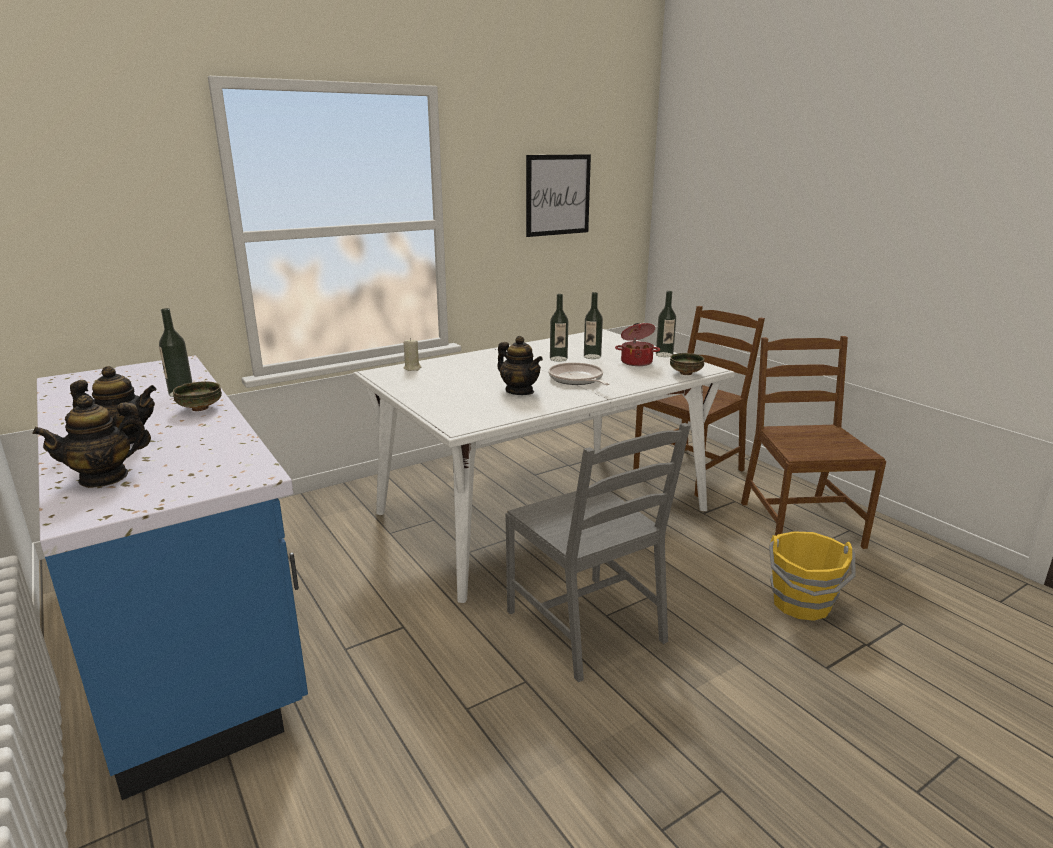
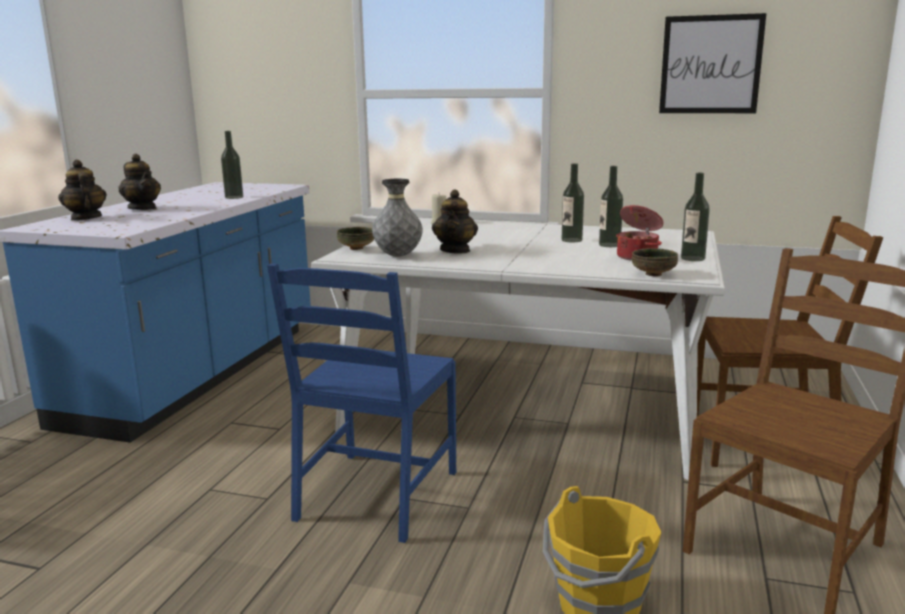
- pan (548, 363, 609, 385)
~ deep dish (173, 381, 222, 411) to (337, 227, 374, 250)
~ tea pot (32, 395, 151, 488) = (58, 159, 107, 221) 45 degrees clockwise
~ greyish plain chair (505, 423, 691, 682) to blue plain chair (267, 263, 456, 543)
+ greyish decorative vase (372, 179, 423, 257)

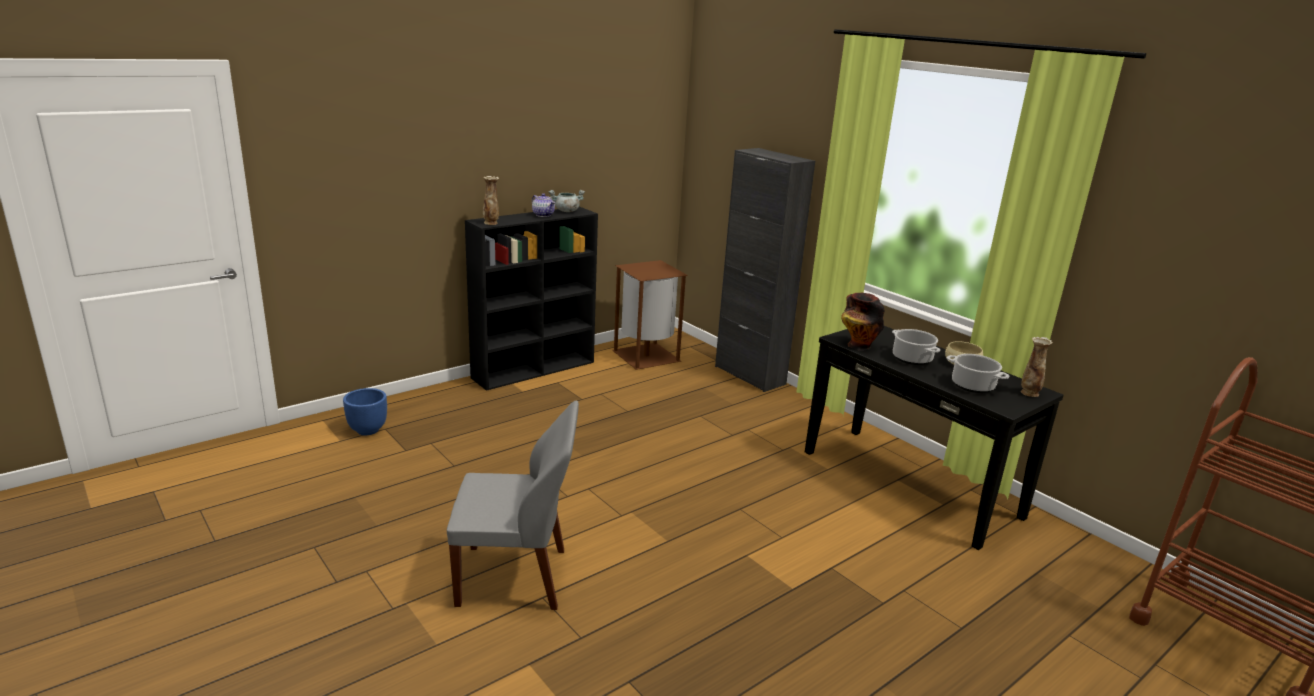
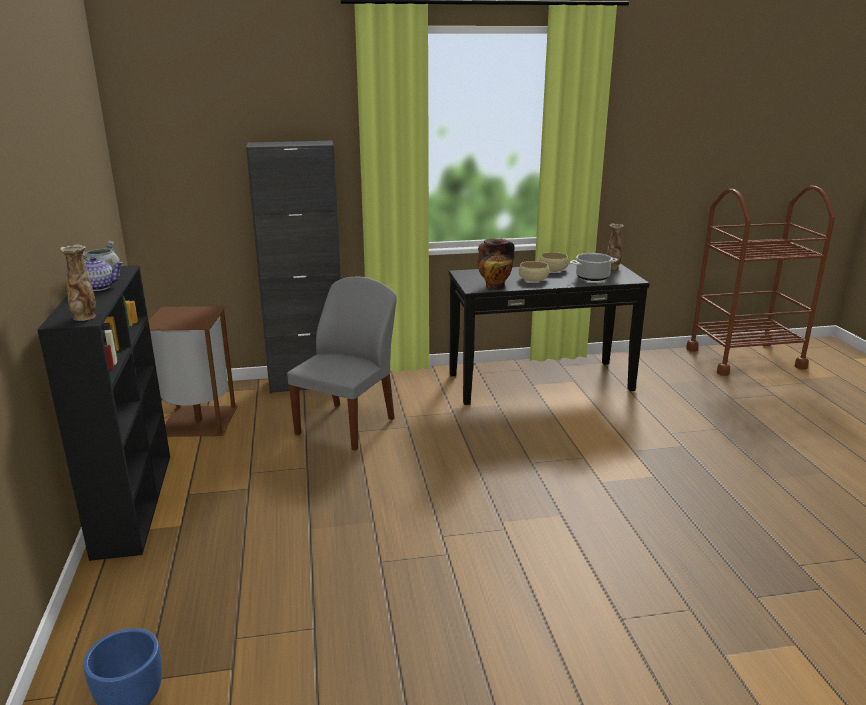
~ stockpot (892, 329, 940, 365) to sand-coloured deep dish (519, 261, 549, 282)
~ greyish plain chair (447, 401, 579, 610) to (287, 277, 397, 451)

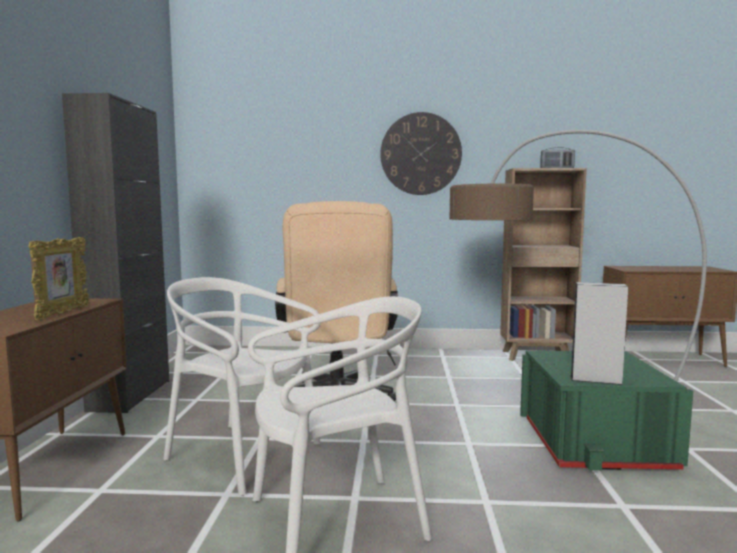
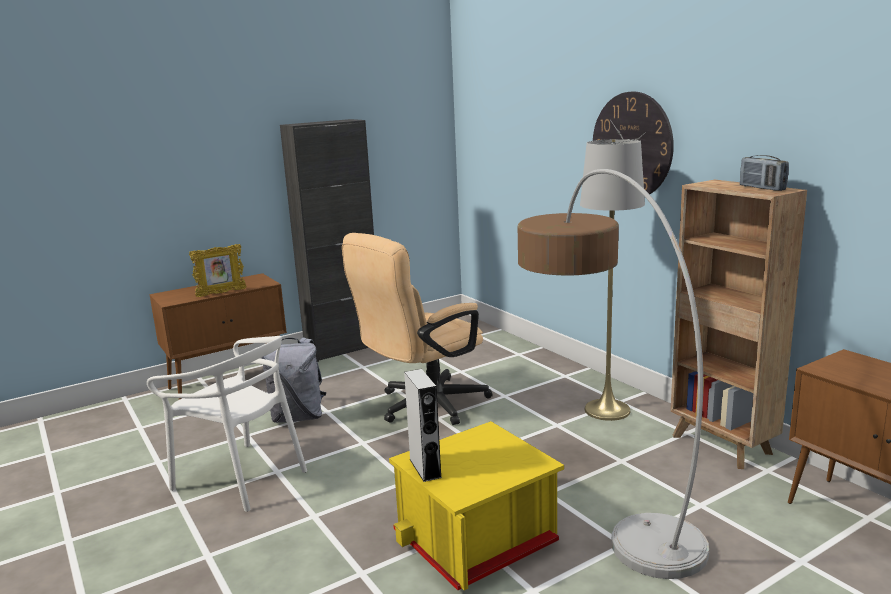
~ white-coloured plain chair (164, 277, 321, 495) to greyish rucksack (261, 337, 326, 423)
~ greenish storage bin (520, 350, 693, 470) to yellow storage bin (389, 421, 564, 590)
+ greyish standing lamp (580, 139, 645, 421)

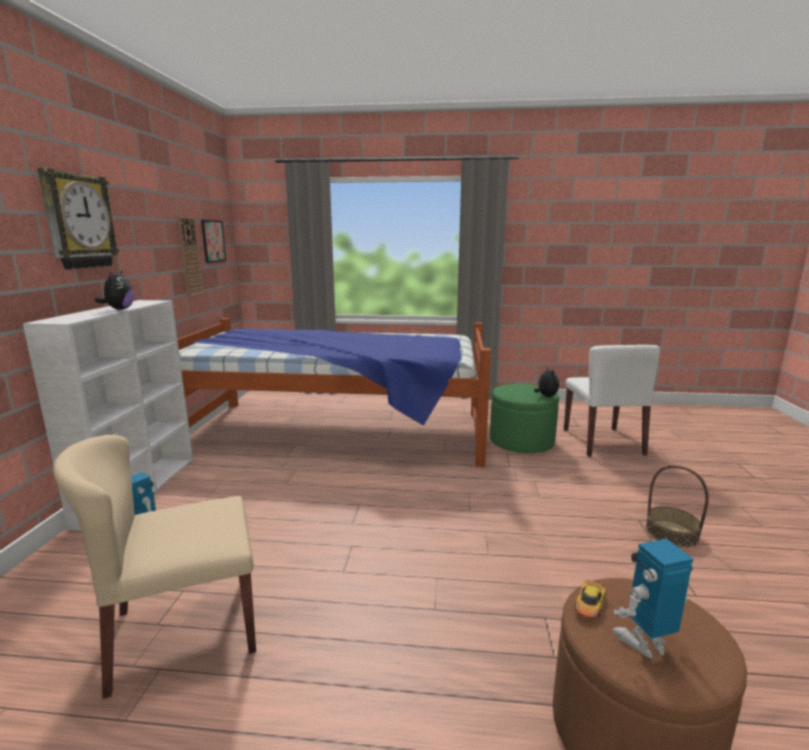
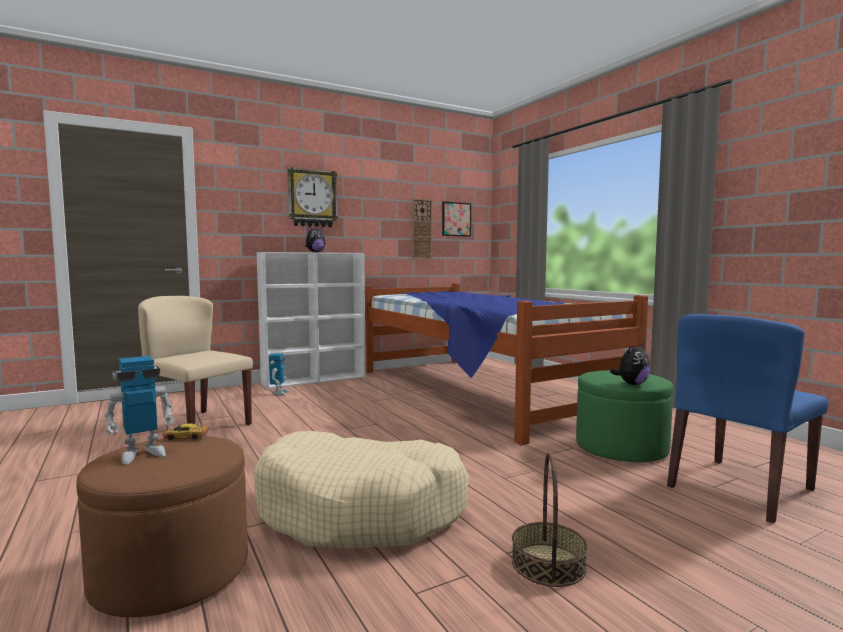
~ white-coloured plain chair (564, 345, 660, 457) to blue plain chair (667, 314, 828, 523)
~ toy robot (612, 539, 693, 658) = (104, 356, 175, 464) 105 degrees clockwise
+ sand-coloured dog cushion (253, 431, 469, 548)

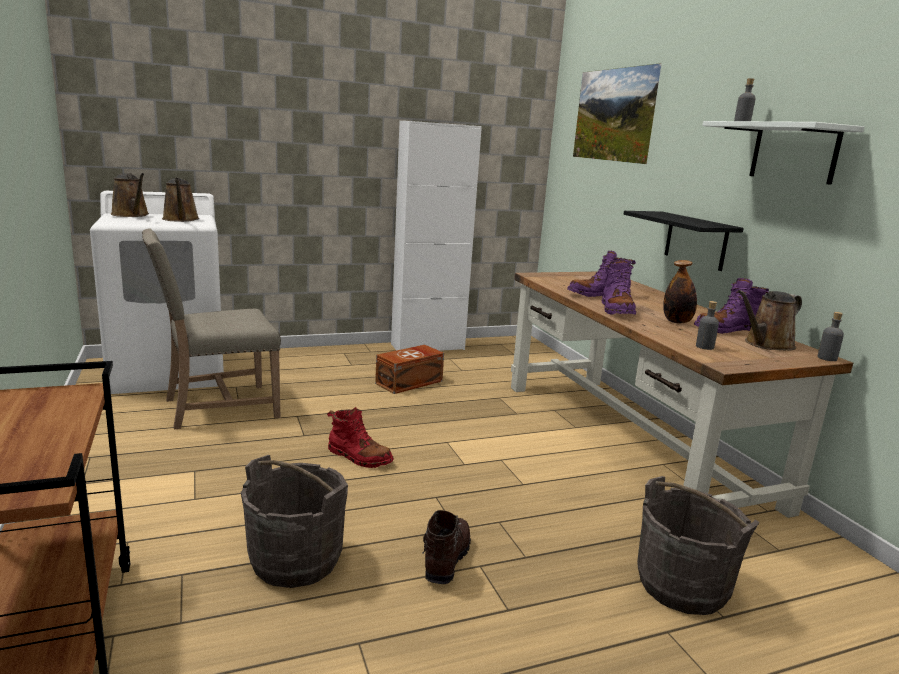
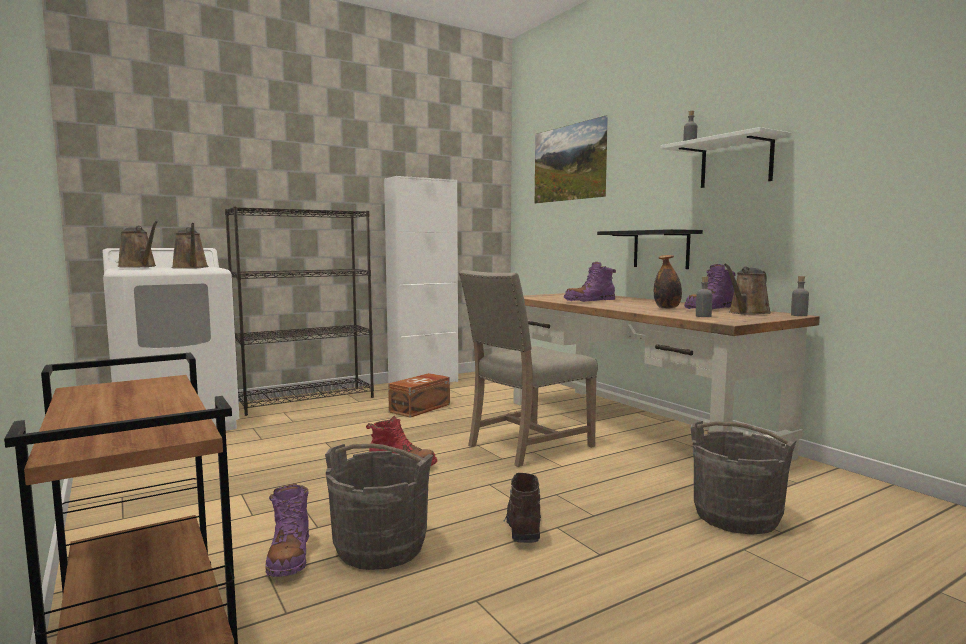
~ sand-coloured plain chair (142, 229, 281, 430) to (459, 270, 598, 467)
~ purple tall boot (602, 260, 636, 315) to (265, 483, 309, 577)
+ black-coloured shelving unit (225, 207, 374, 416)

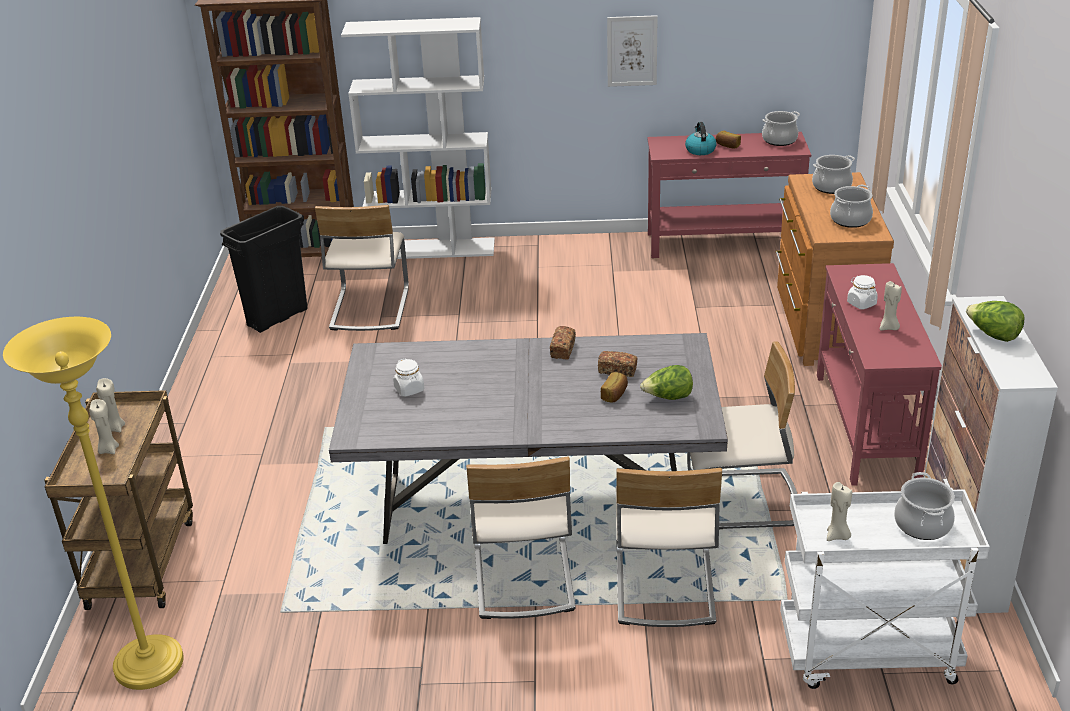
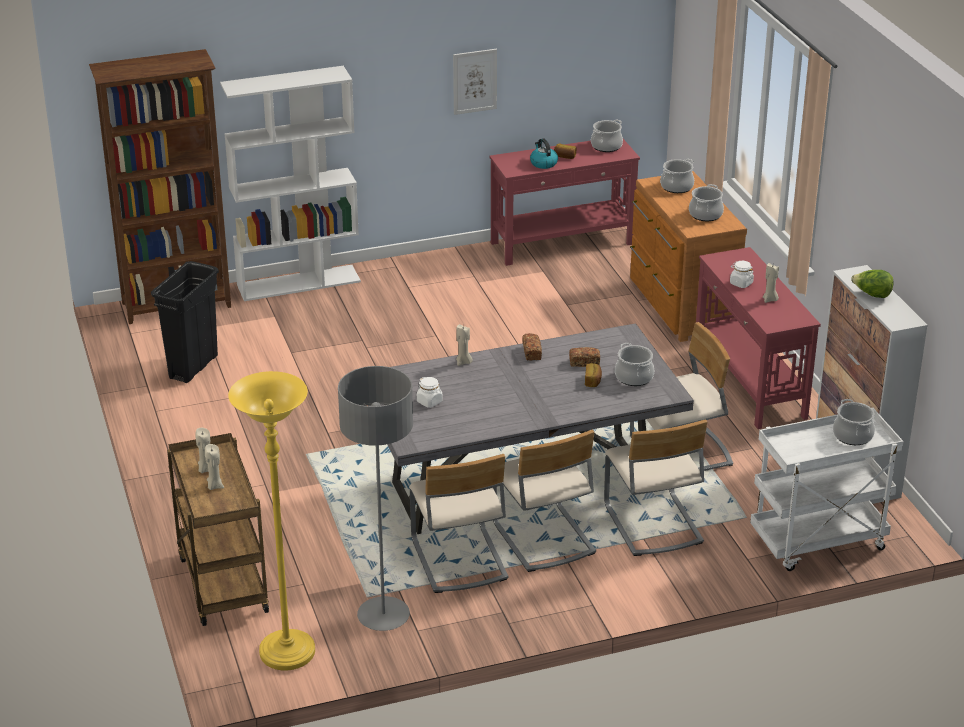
~ sand-coloured plain chair (315, 205, 409, 331) to (409, 454, 508, 593)
~ head of lettuce (640, 365, 693, 400) to stockpot (615, 343, 654, 386)
~ sand-coloured wax light (827, 482, 852, 541) to (456, 324, 473, 366)
+ greyish standing lamp (338, 366, 413, 631)

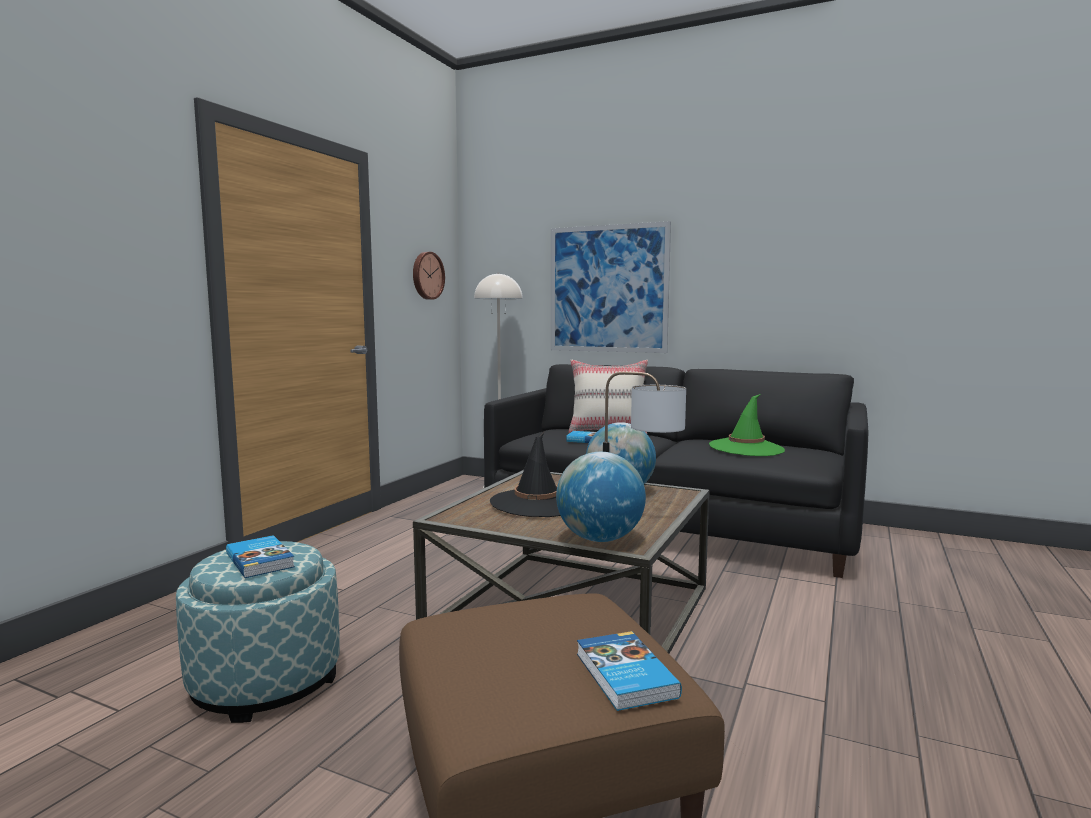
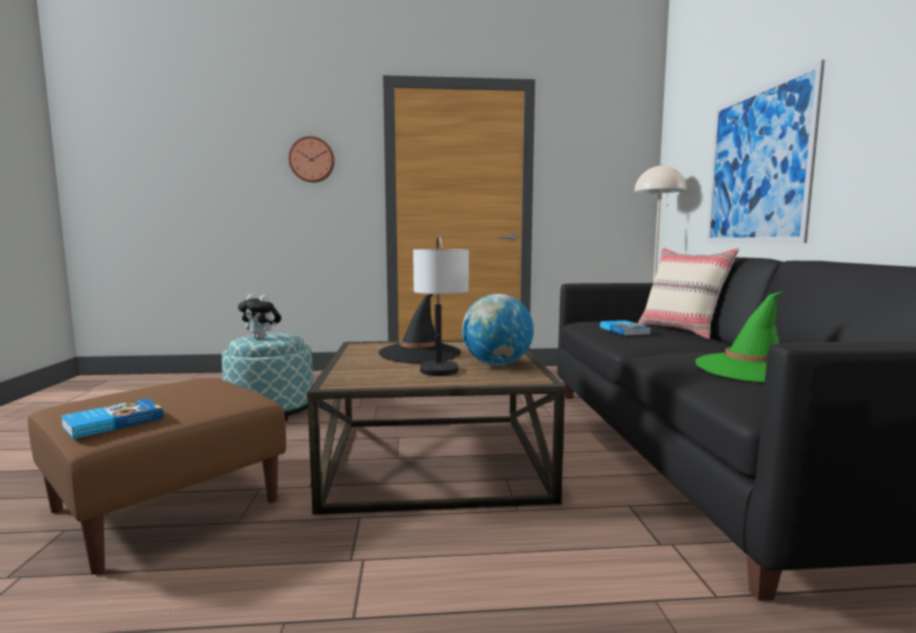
~ wall clock (413, 252, 445, 300) to (289, 136, 335, 183)
- desk globe (556, 452, 646, 542)
~ bound book (226, 535, 295, 578) to plush toy (238, 294, 281, 339)

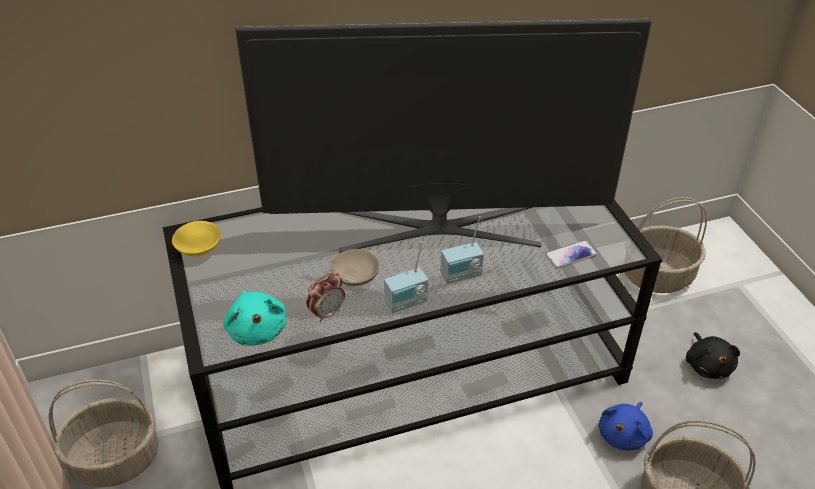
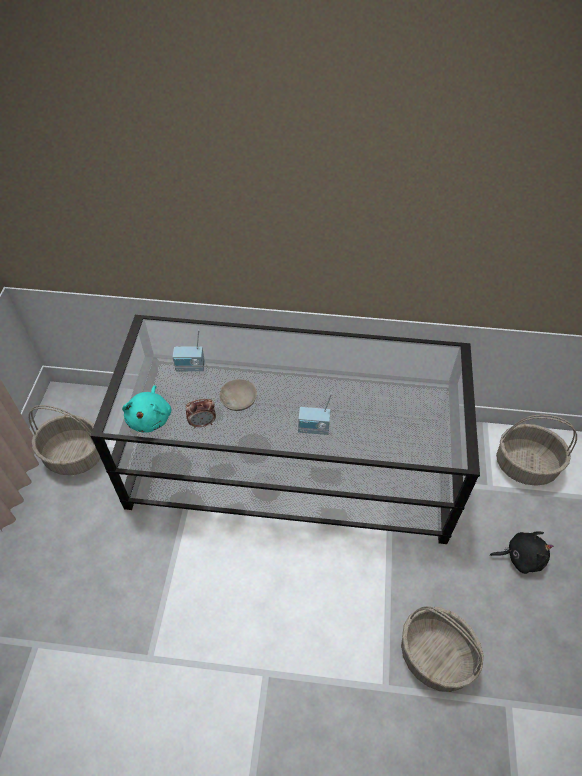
- TV (235, 19, 652, 253)
- yellow deep dish (172, 221, 221, 257)
- handset (545, 240, 598, 268)
~ radio (384, 242, 428, 313) to (173, 330, 205, 371)
~ black-coloured plush toy (686, 332, 740, 379) = (490, 531, 554, 574) 105 degrees counterclockwise
- blue plush toy (598, 402, 653, 450)

